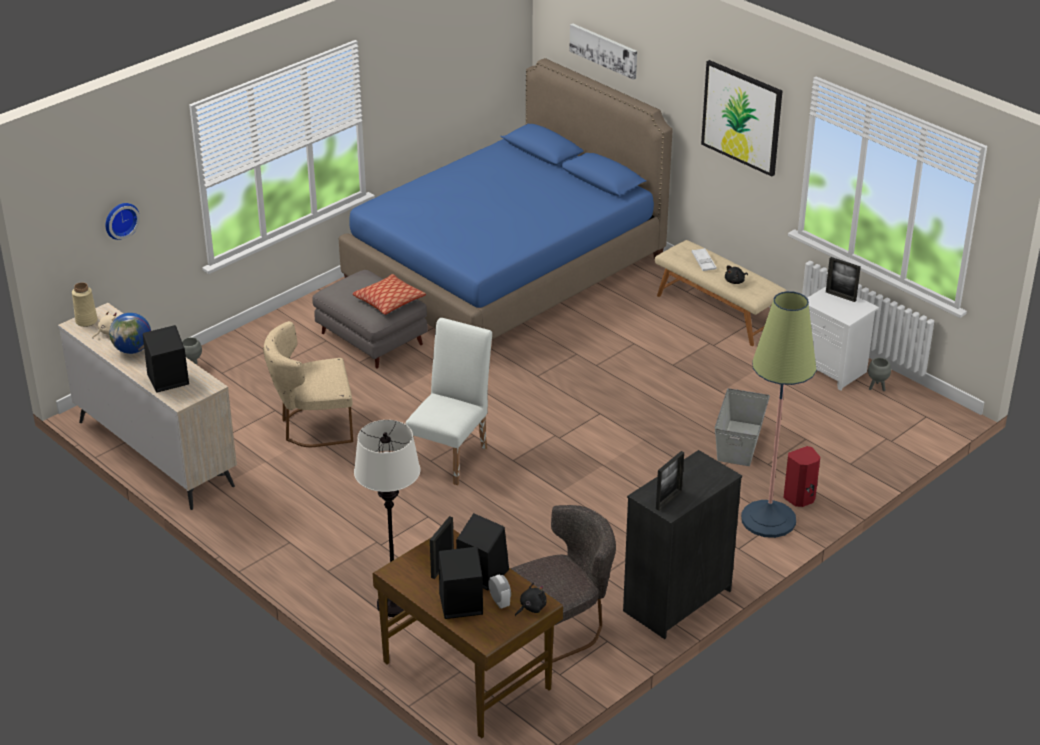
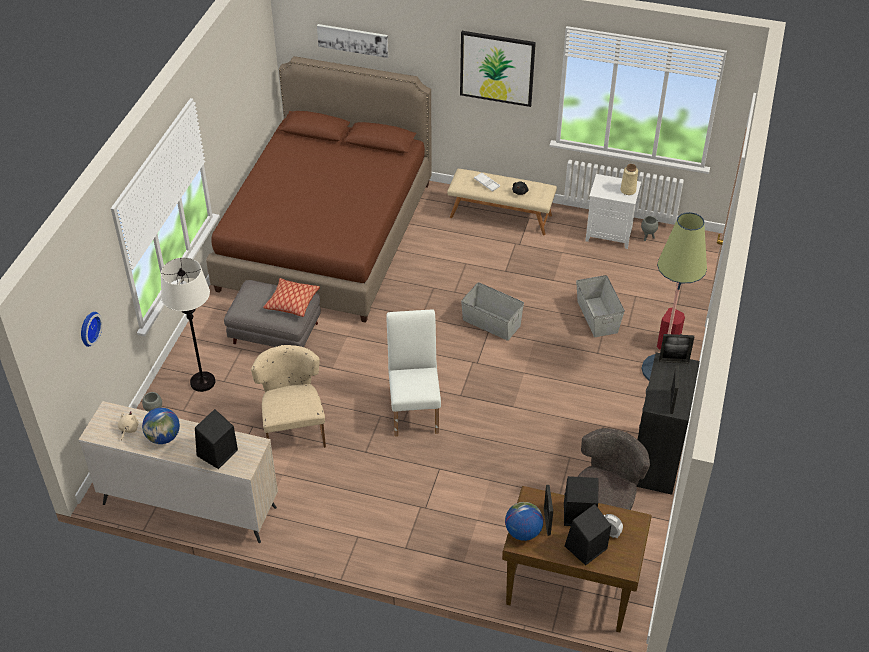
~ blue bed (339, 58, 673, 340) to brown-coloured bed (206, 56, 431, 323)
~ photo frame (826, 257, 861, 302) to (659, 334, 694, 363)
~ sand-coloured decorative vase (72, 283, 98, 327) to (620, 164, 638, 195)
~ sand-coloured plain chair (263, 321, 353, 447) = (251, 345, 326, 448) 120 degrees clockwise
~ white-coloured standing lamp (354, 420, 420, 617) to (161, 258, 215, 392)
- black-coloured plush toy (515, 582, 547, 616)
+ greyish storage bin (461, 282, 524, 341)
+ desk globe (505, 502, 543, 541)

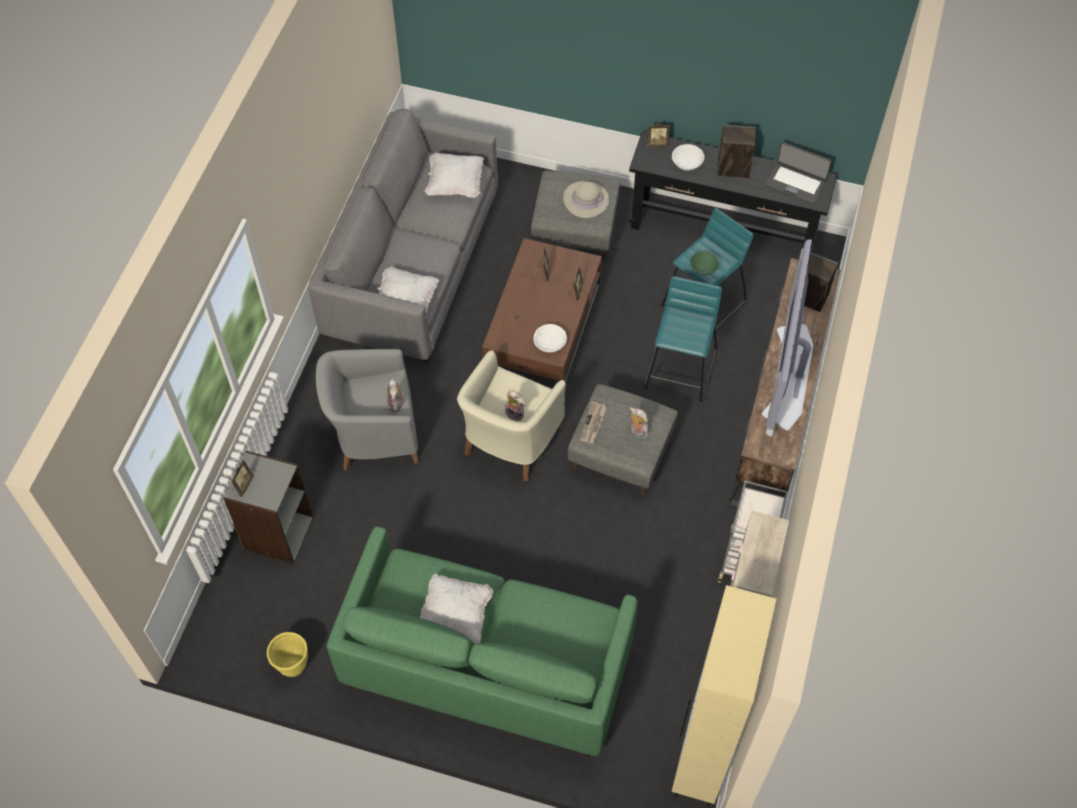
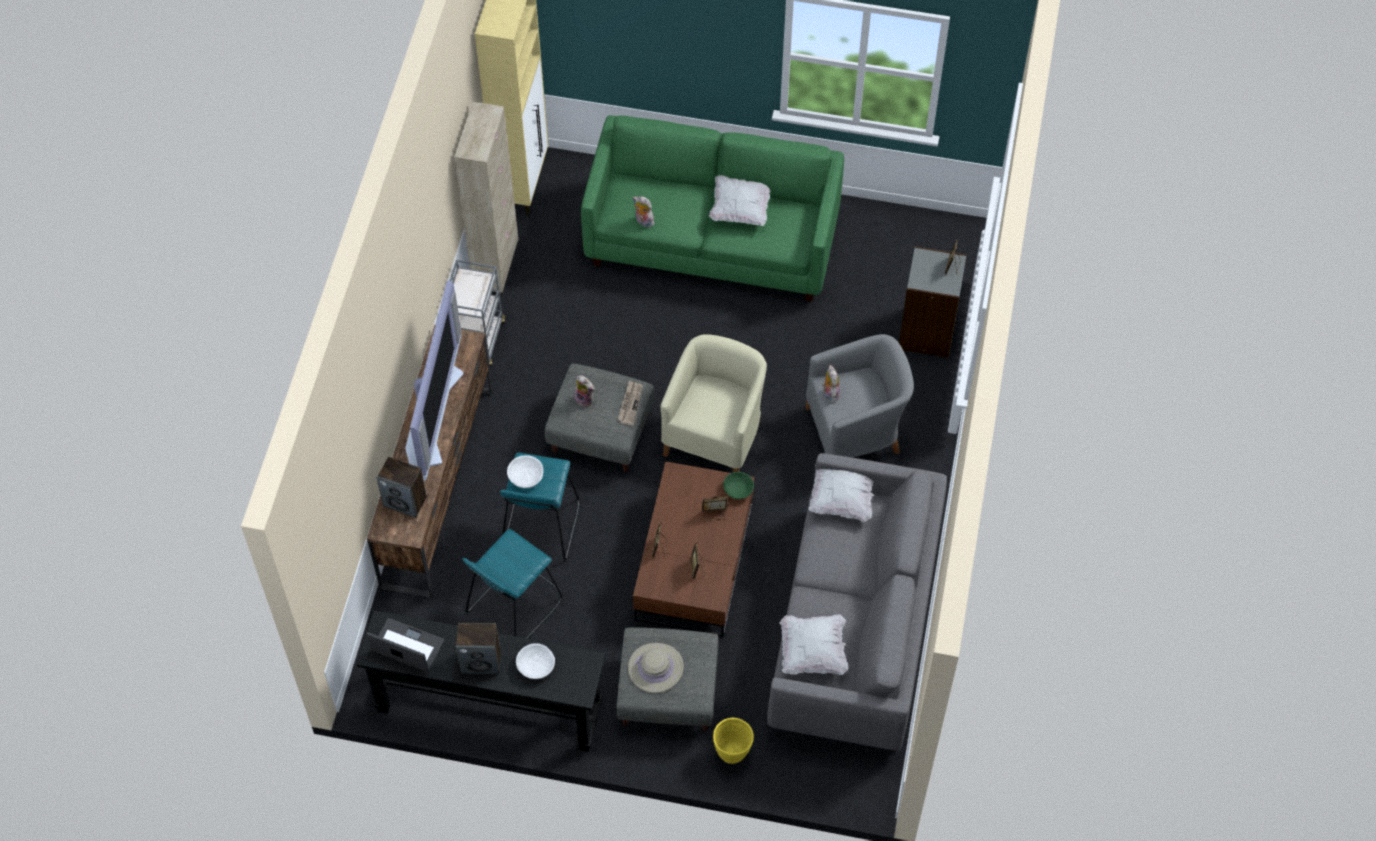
~ photo frame (647, 123, 670, 147) to (702, 497, 728, 521)
~ greenish deep dish (690, 251, 719, 275) to (723, 472, 754, 499)
~ white-coloured deep dish (533, 324, 567, 353) to (507, 455, 543, 488)
~ plush toy (505, 390, 526, 421) to (633, 196, 654, 227)
~ yellow flower pot (267, 632, 308, 677) to (713, 718, 754, 764)

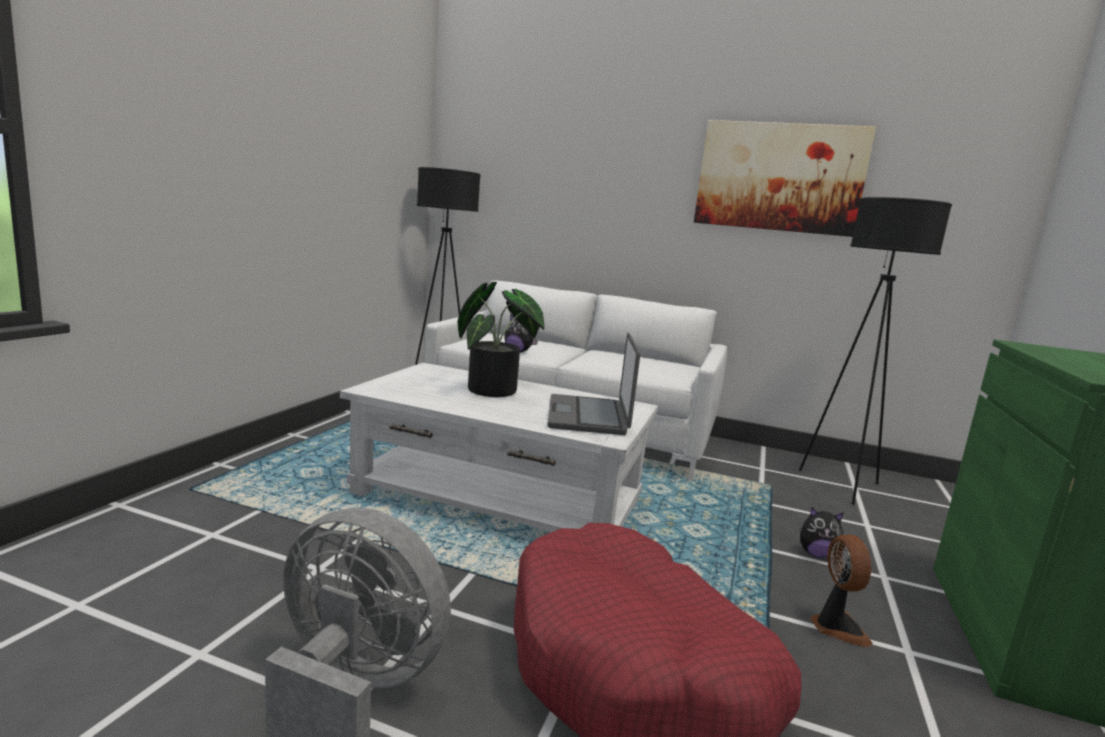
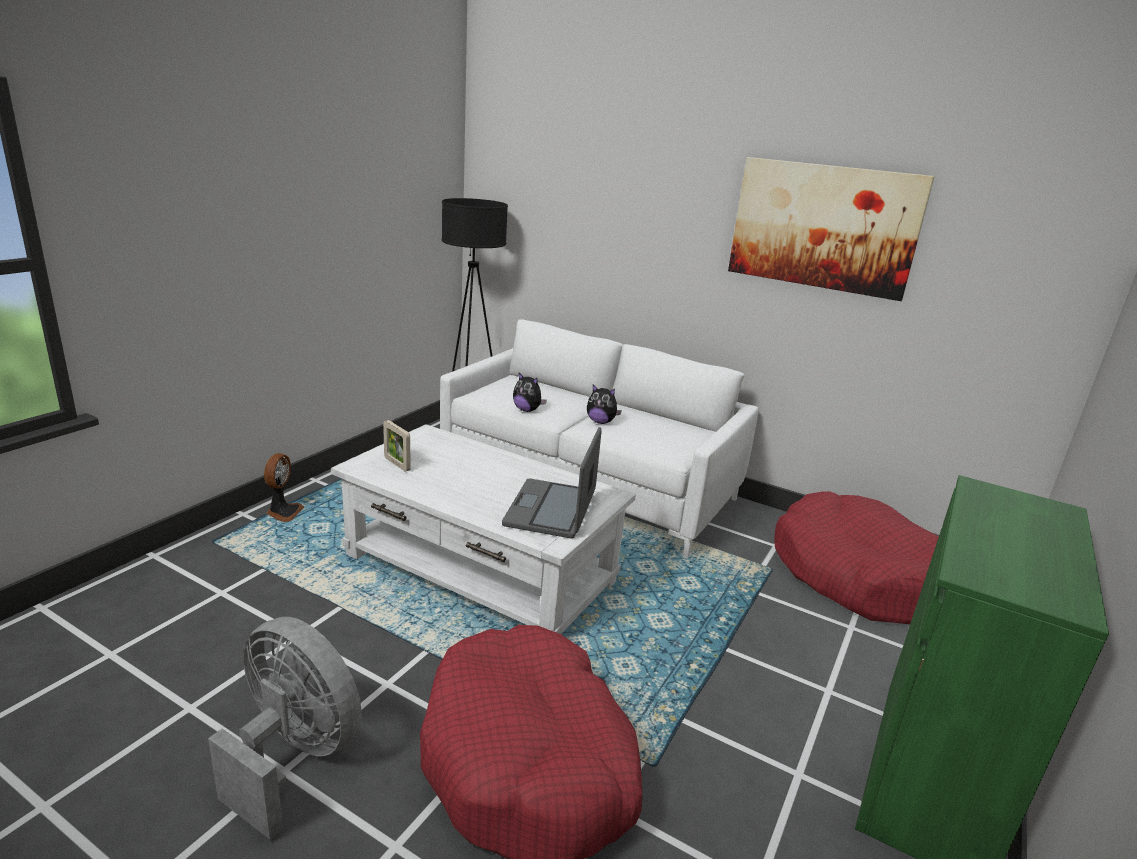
~ black-coloured standing lamp (799, 197, 952, 505) to red dog cushion (774, 491, 939, 624)
- potted plant (457, 282, 545, 397)
~ plush toy (800, 508, 844, 558) to (587, 384, 622, 424)
~ fan (810, 535, 873, 647) to (264, 453, 305, 522)
+ photo frame (383, 420, 411, 472)

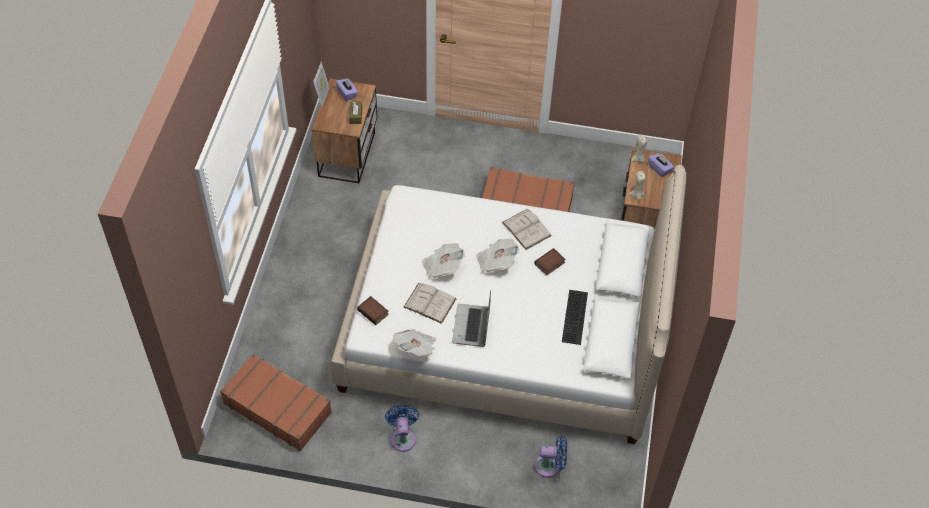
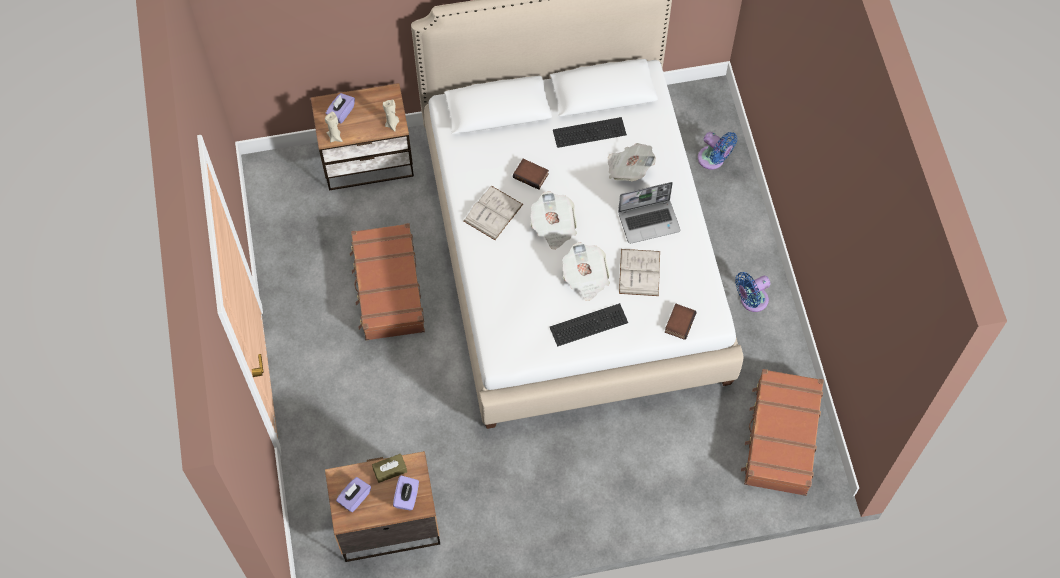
- photo frame (313, 62, 330, 108)
~ newspaper (393, 329, 437, 356) to (608, 143, 656, 181)
~ blue fan (535, 435, 567, 478) = (698, 132, 737, 170) 150 degrees clockwise
+ PC keyboard (550, 303, 628, 347)
+ purple box of tissues (393, 475, 419, 511)

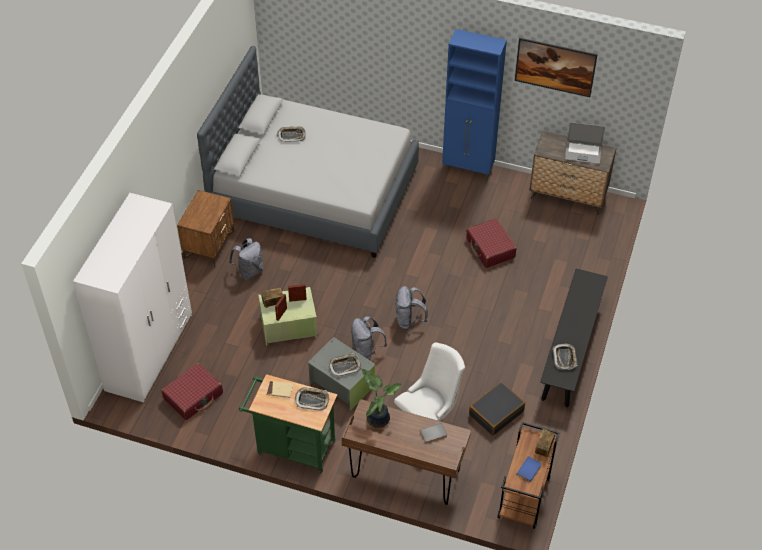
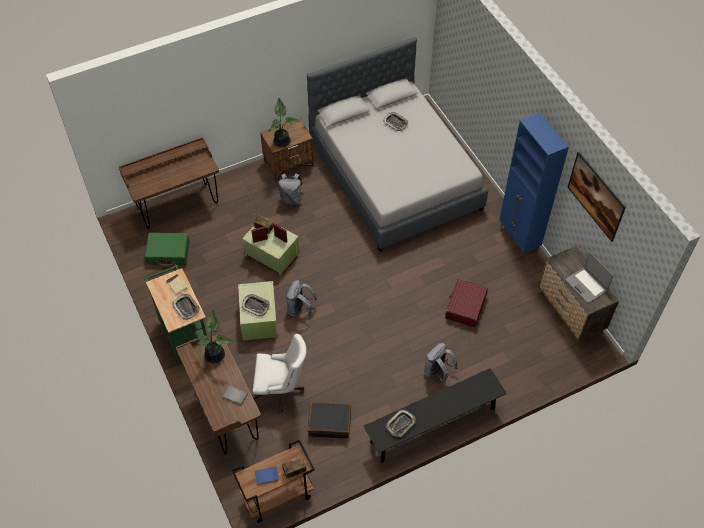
~ white-coloured armoire (73, 193, 192, 403) to brown-coloured desk unit (119, 137, 219, 229)
~ greyish rucksack (396, 286, 428, 329) to (424, 343, 458, 383)
~ greyish storage bin (308, 337, 375, 411) to greenish storage bin (238, 281, 277, 341)
~ red piece of luggage (161, 363, 223, 420) to greenish piece of luggage (145, 233, 189, 267)
+ potted plant (268, 98, 300, 148)

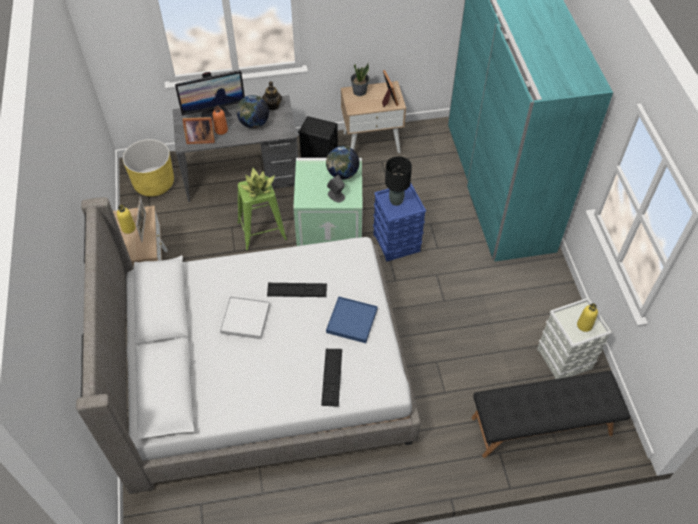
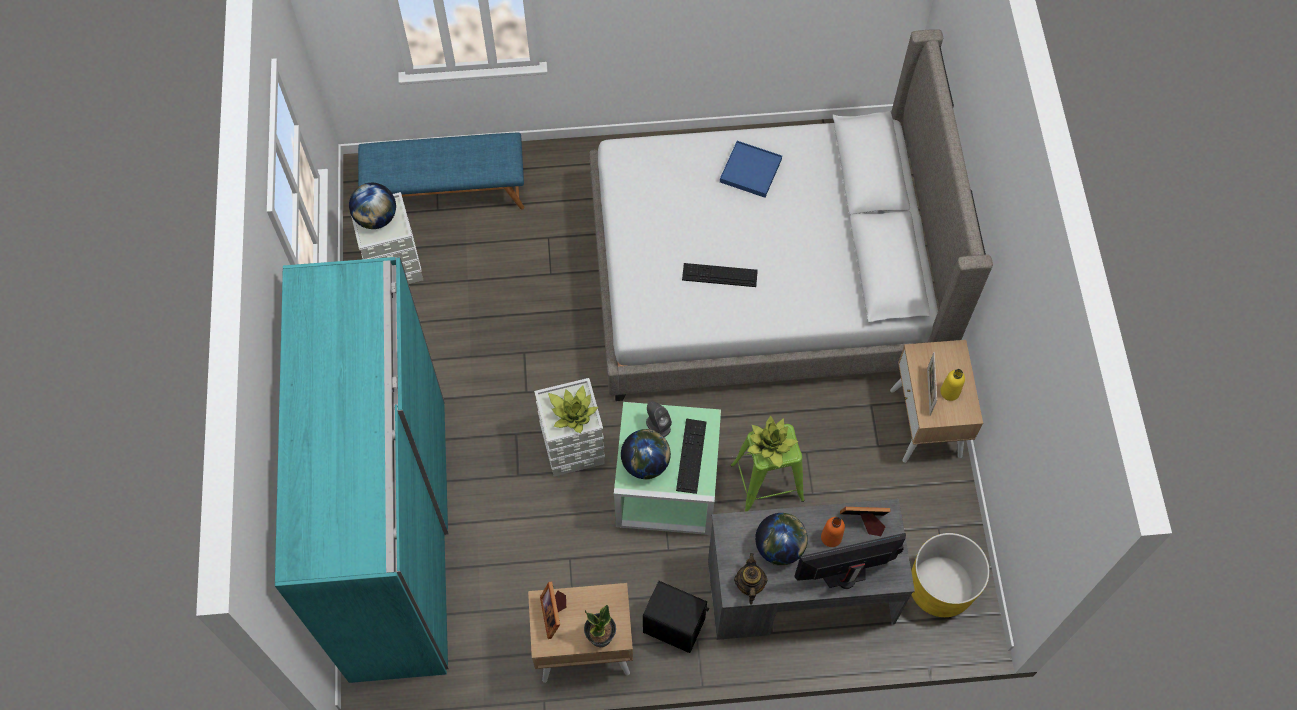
~ black-coloured lamp for a table (385, 156, 412, 206) to potted plant (548, 385, 598, 433)
~ blue storage bin (373, 182, 426, 262) to greyish storage bin (534, 378, 605, 477)
- white-coloured serving tray (220, 296, 270, 339)
~ blue serving tray (326, 296, 378, 343) to (720, 141, 782, 198)
~ yellow drink bottle (577, 303, 598, 332) to desk globe (349, 183, 396, 229)
~ PC keyboard (321, 349, 342, 407) to (676, 419, 706, 494)
~ black-coloured bench (471, 371, 630, 458) to blue bench (358, 133, 524, 210)

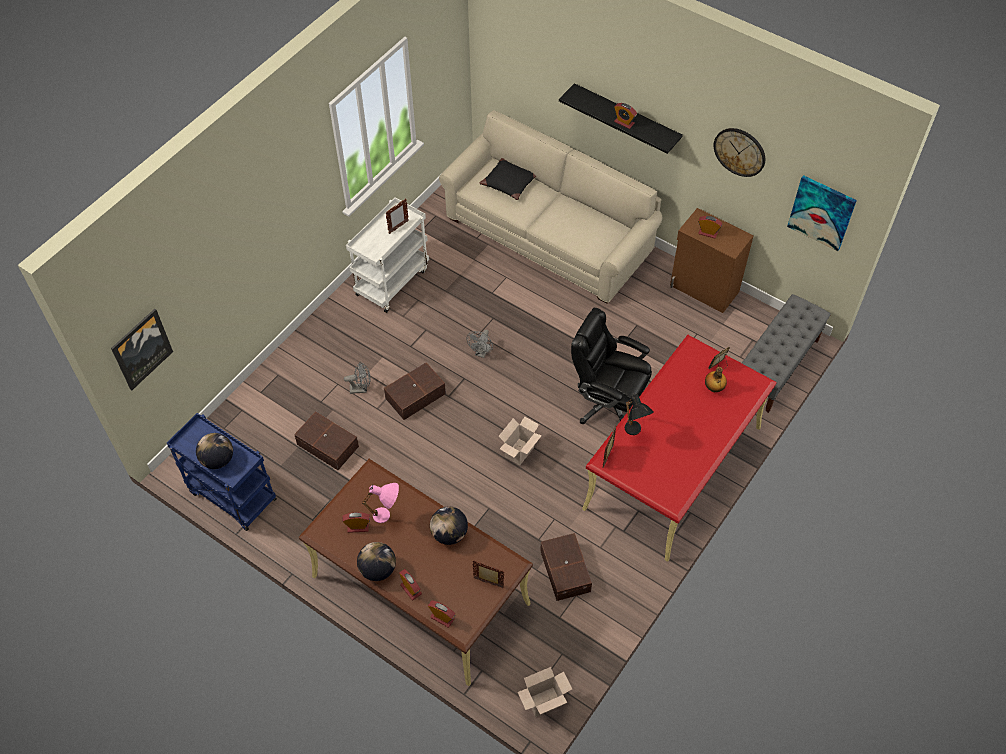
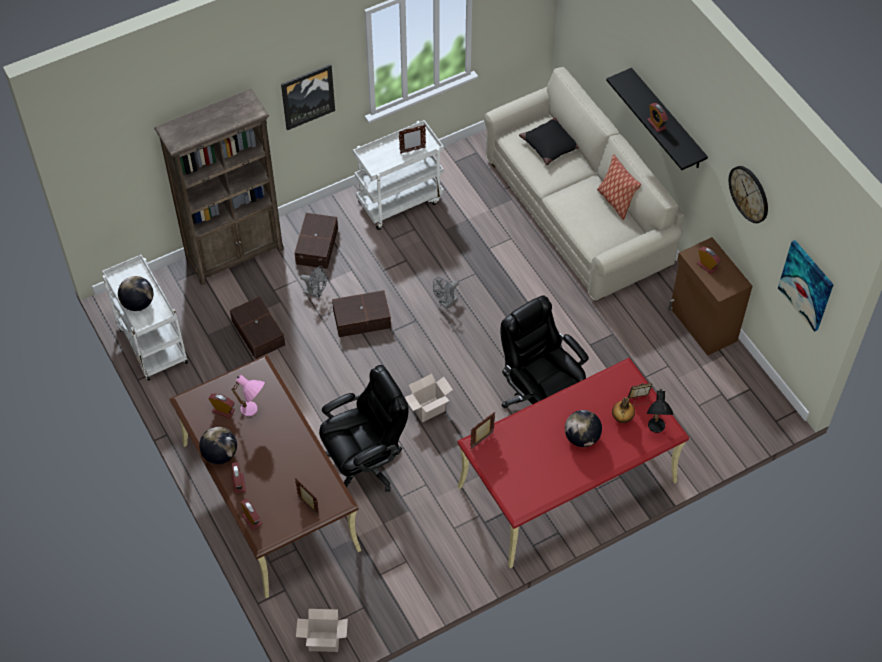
- greyish bench (742, 294, 831, 413)
~ wall picture (111, 309, 173, 390) to (281, 64, 335, 130)
~ black-coloured lamp for a table (625, 393, 654, 435) to (647, 389, 674, 433)
~ blue trolley (167, 413, 277, 531) to white-coloured trolley (102, 255, 188, 381)
~ desk globe (430, 506, 468, 545) to (565, 410, 602, 447)
~ brown-coloured storage bin (540, 533, 592, 601) to (294, 213, 338, 269)
+ brown-coloured shelving unit (154, 89, 284, 285)
+ cushion (597, 154, 641, 220)
+ black-coloured desk chair (319, 365, 408, 492)

